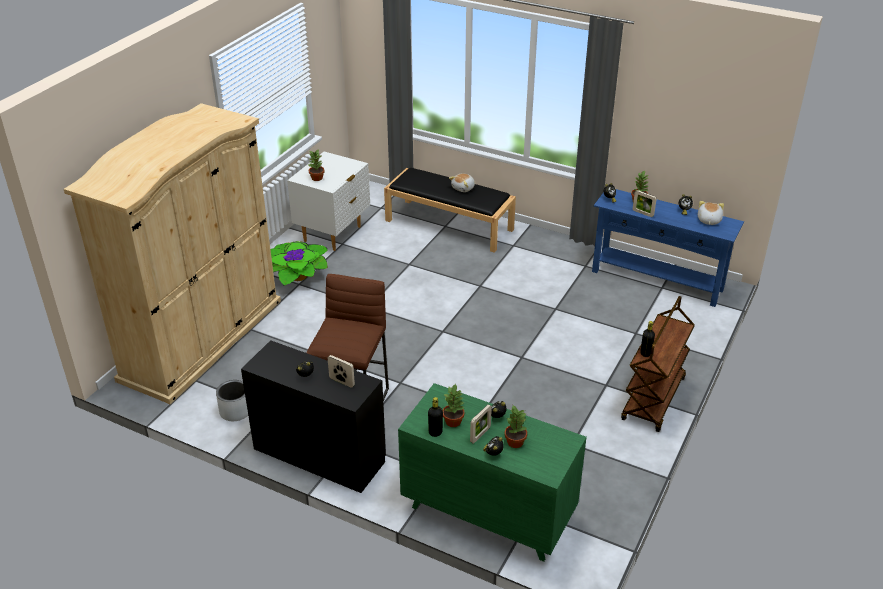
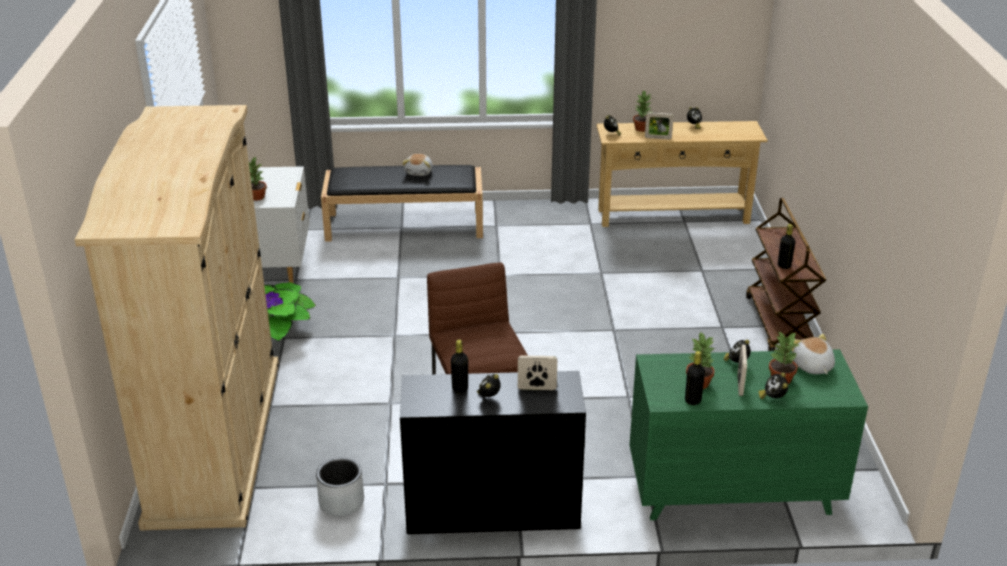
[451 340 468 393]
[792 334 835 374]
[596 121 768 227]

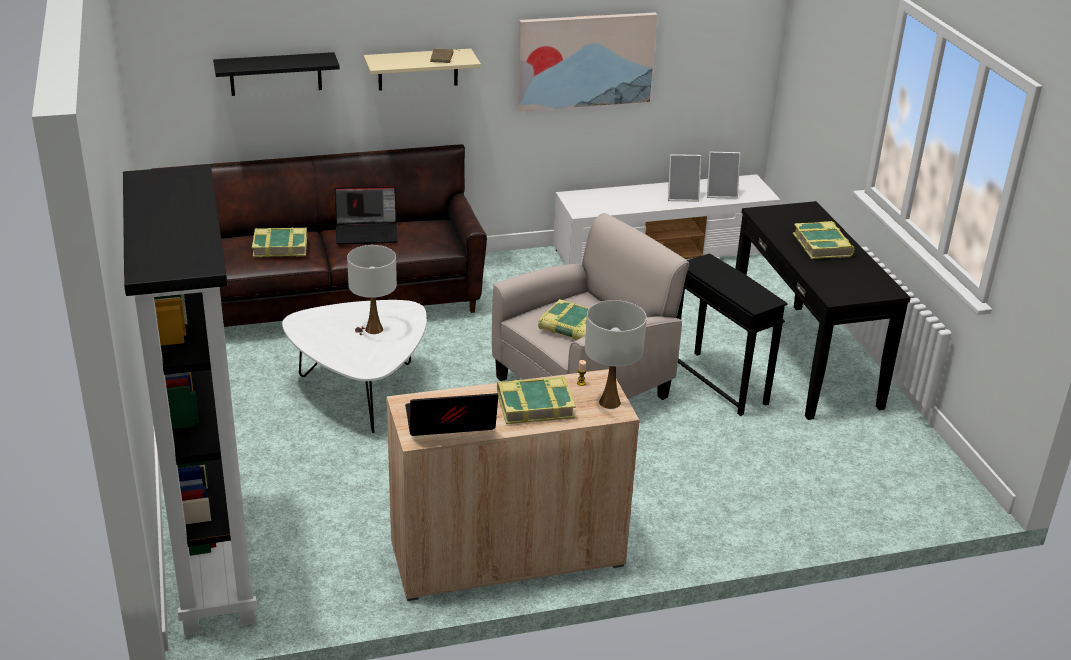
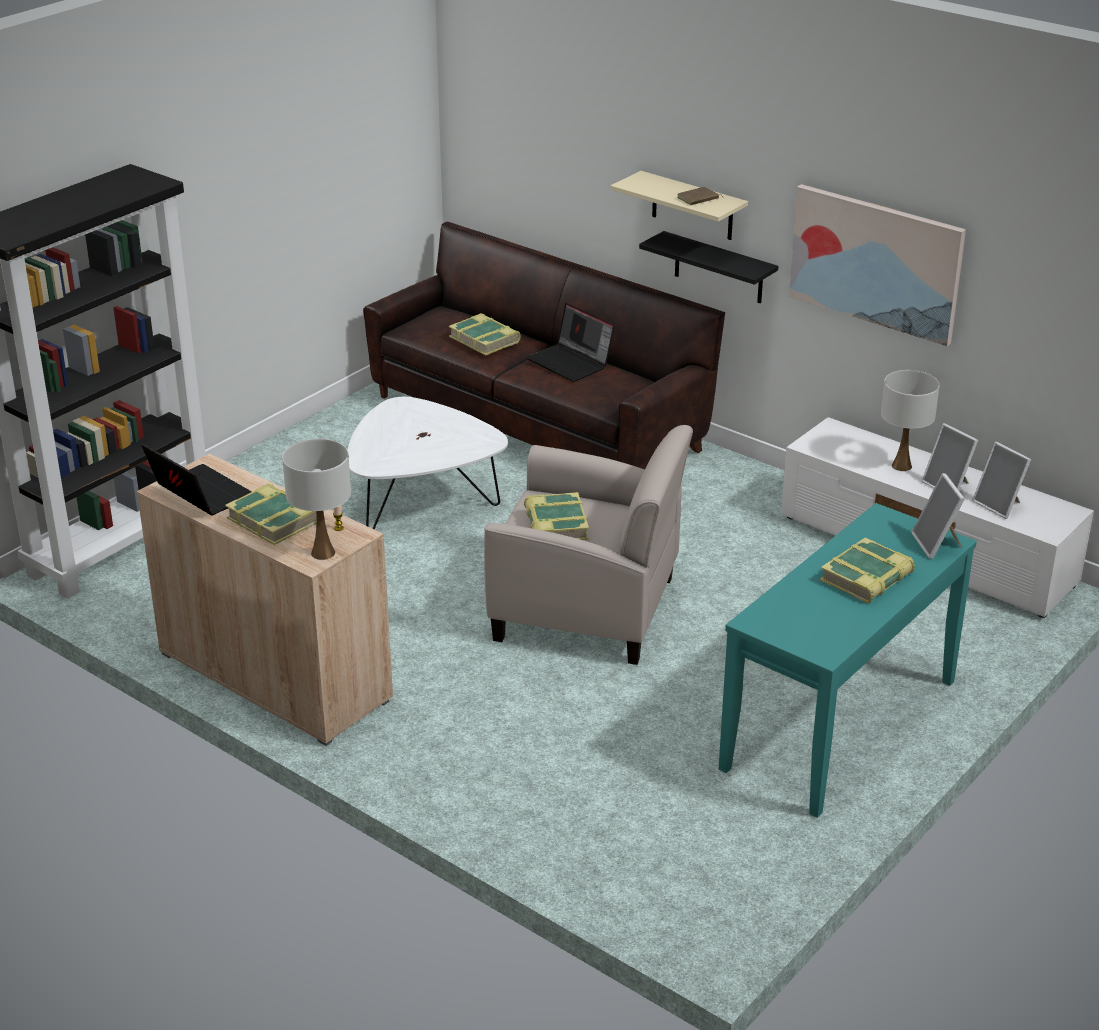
[676 253 788 416] (first image)
[911 473 965 559]
[639 231 778 303]
[881 370 940 471]
[718 503 977 818]

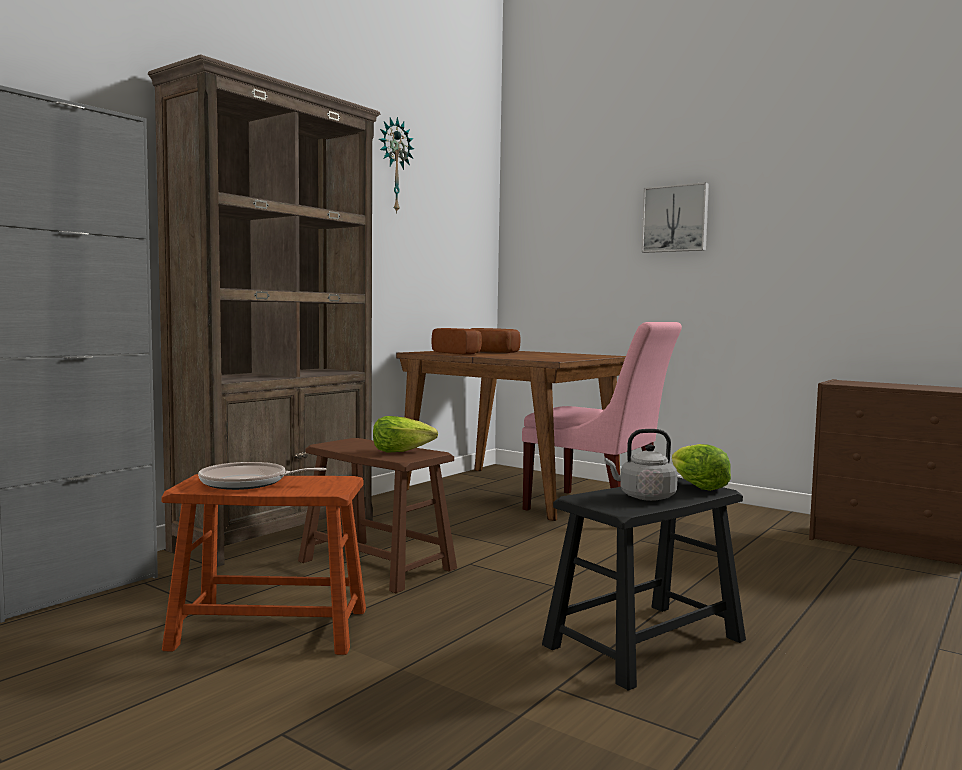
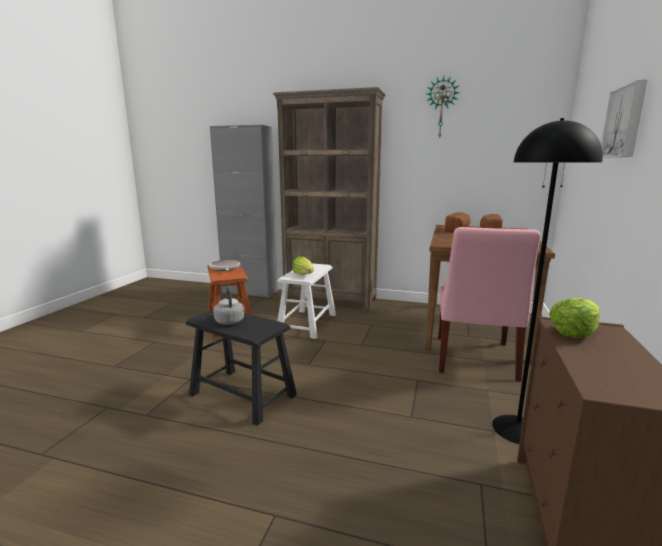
[492 118 603 444]
[549 298 600 338]
[278 263 336 339]

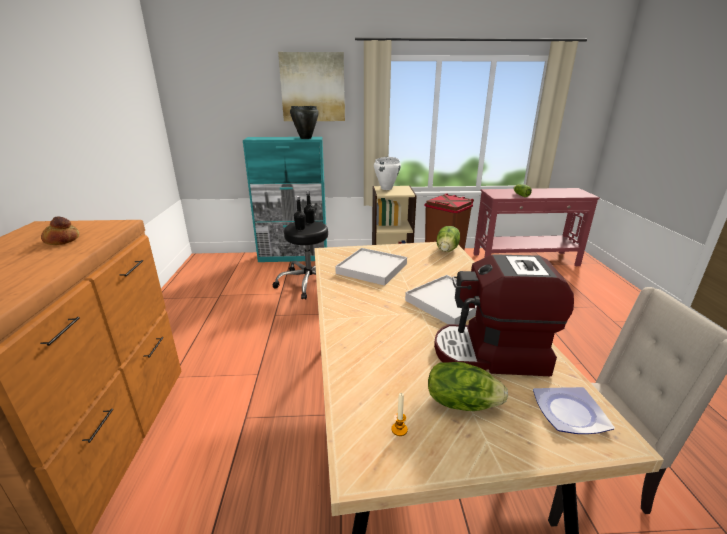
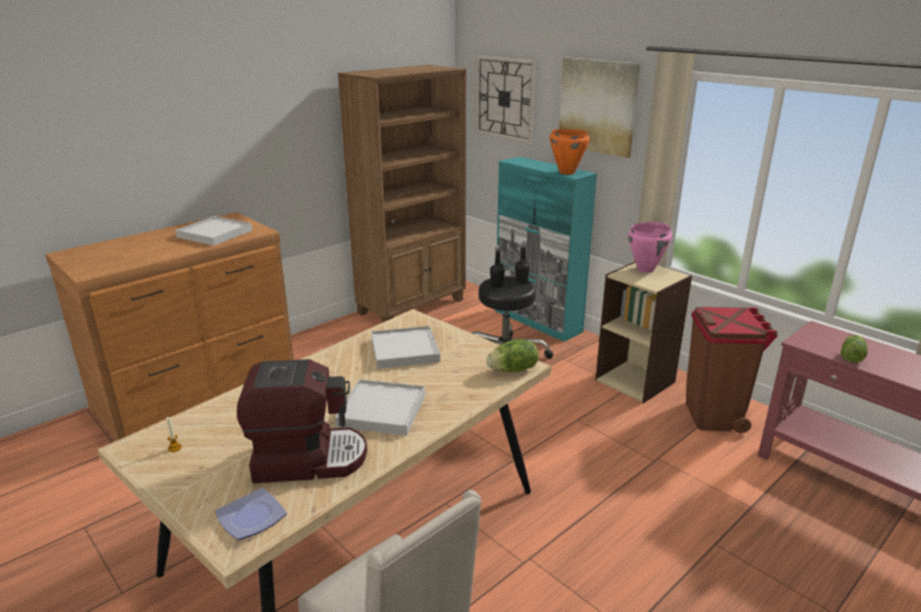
[428 362 508 411] (first image)
[338 65 466 323]
[476 56 536 143]
[175 216 252 246]
[550 129 590 175]
[628 222 672 273]
[237 359 367 483]

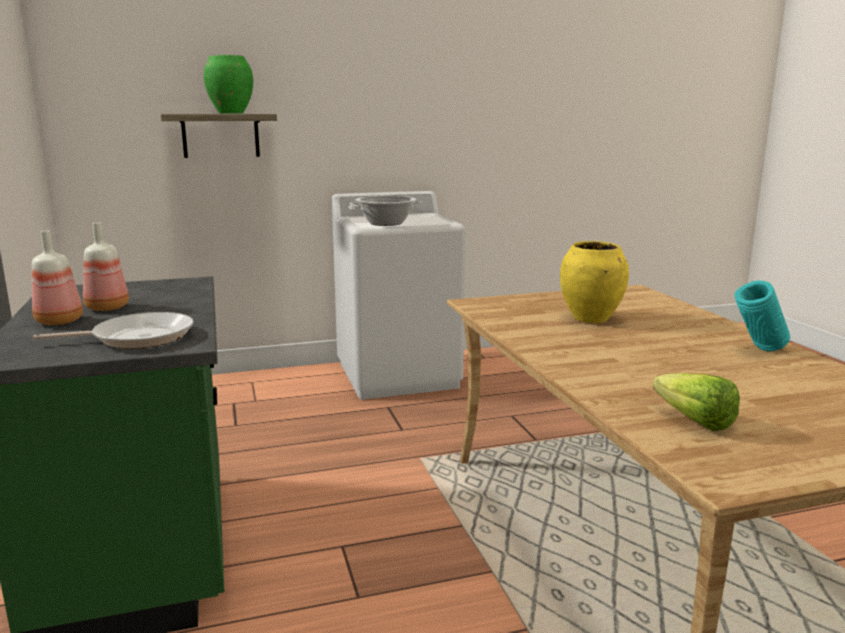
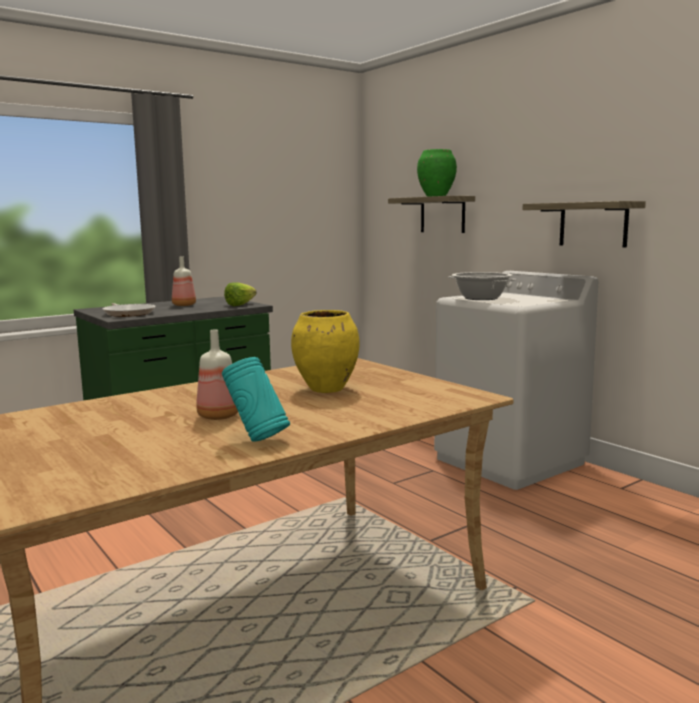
[522 201 646 248]
[196 330 238 420]
[224 282 256 307]

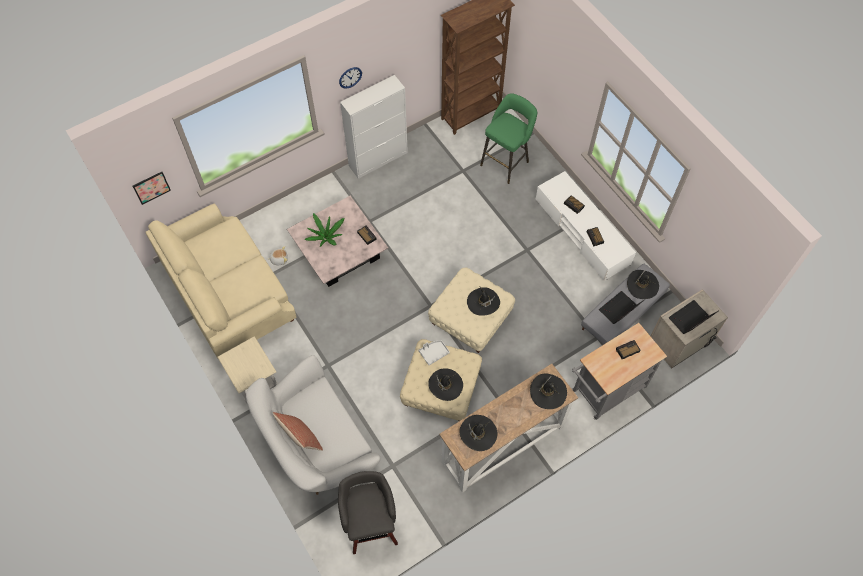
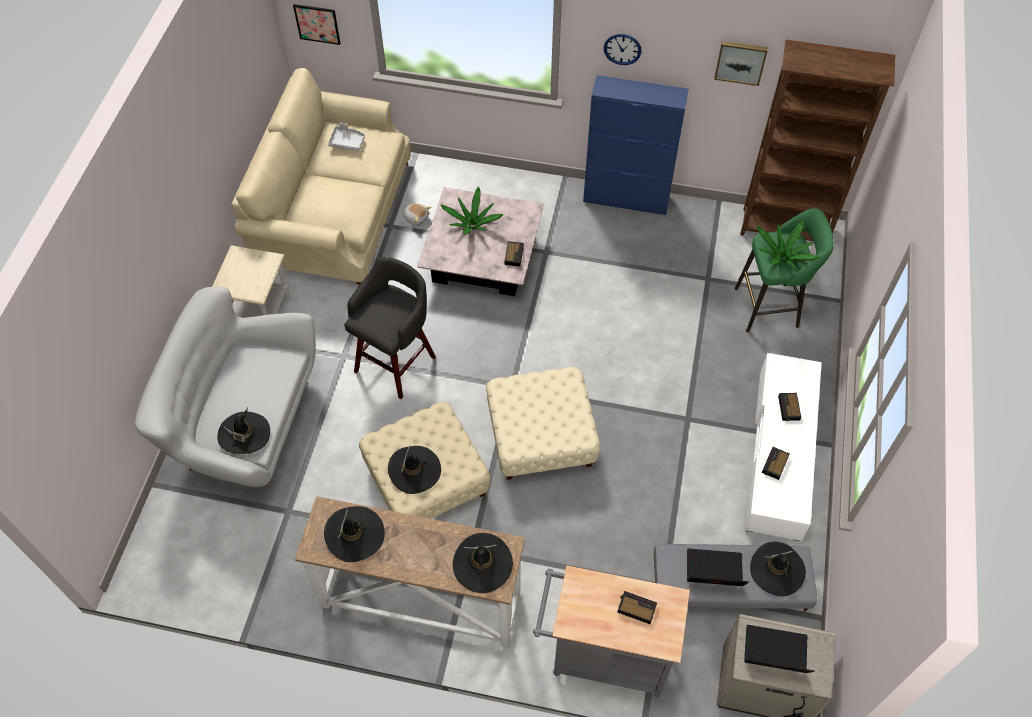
[273 412 323 451] (first image)
[714 41 768 86]
[757 220 820 268]
[344 257 436 399]
[328 123 365 151]
[217 408 270 454]
[583 75 689 215]

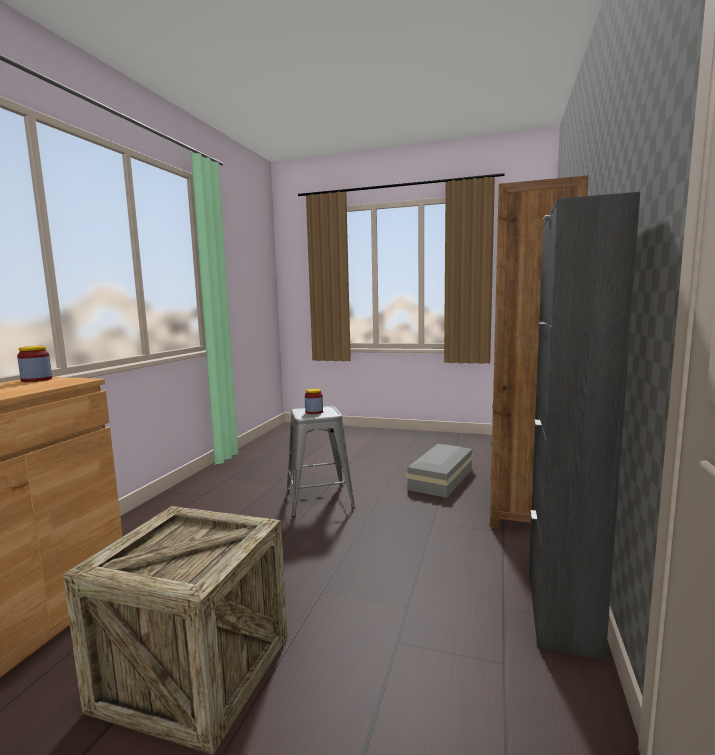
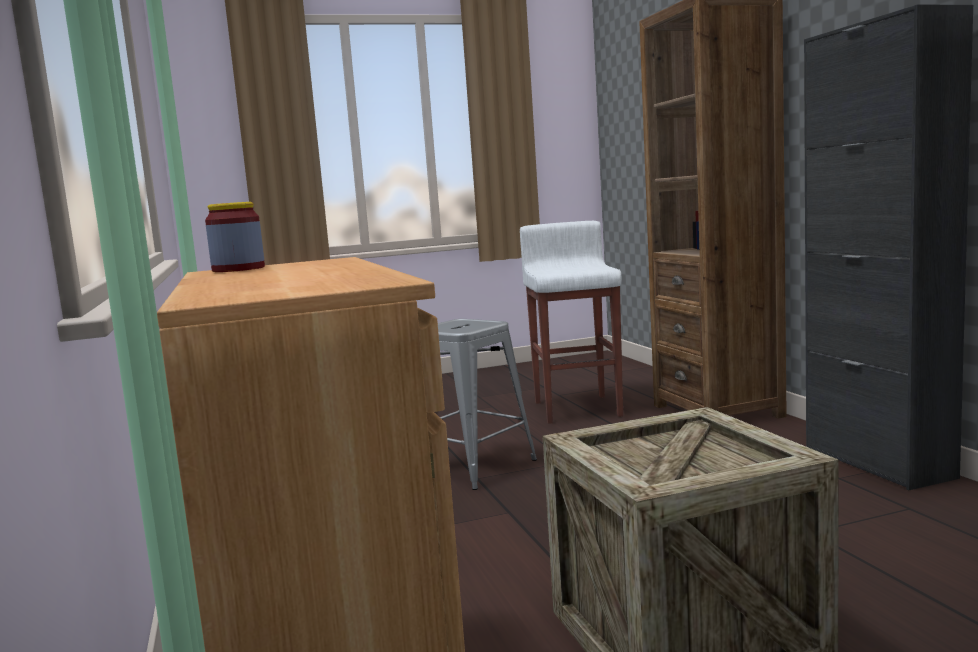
[305 388 323 414] (first image)
[520 221 623 424]

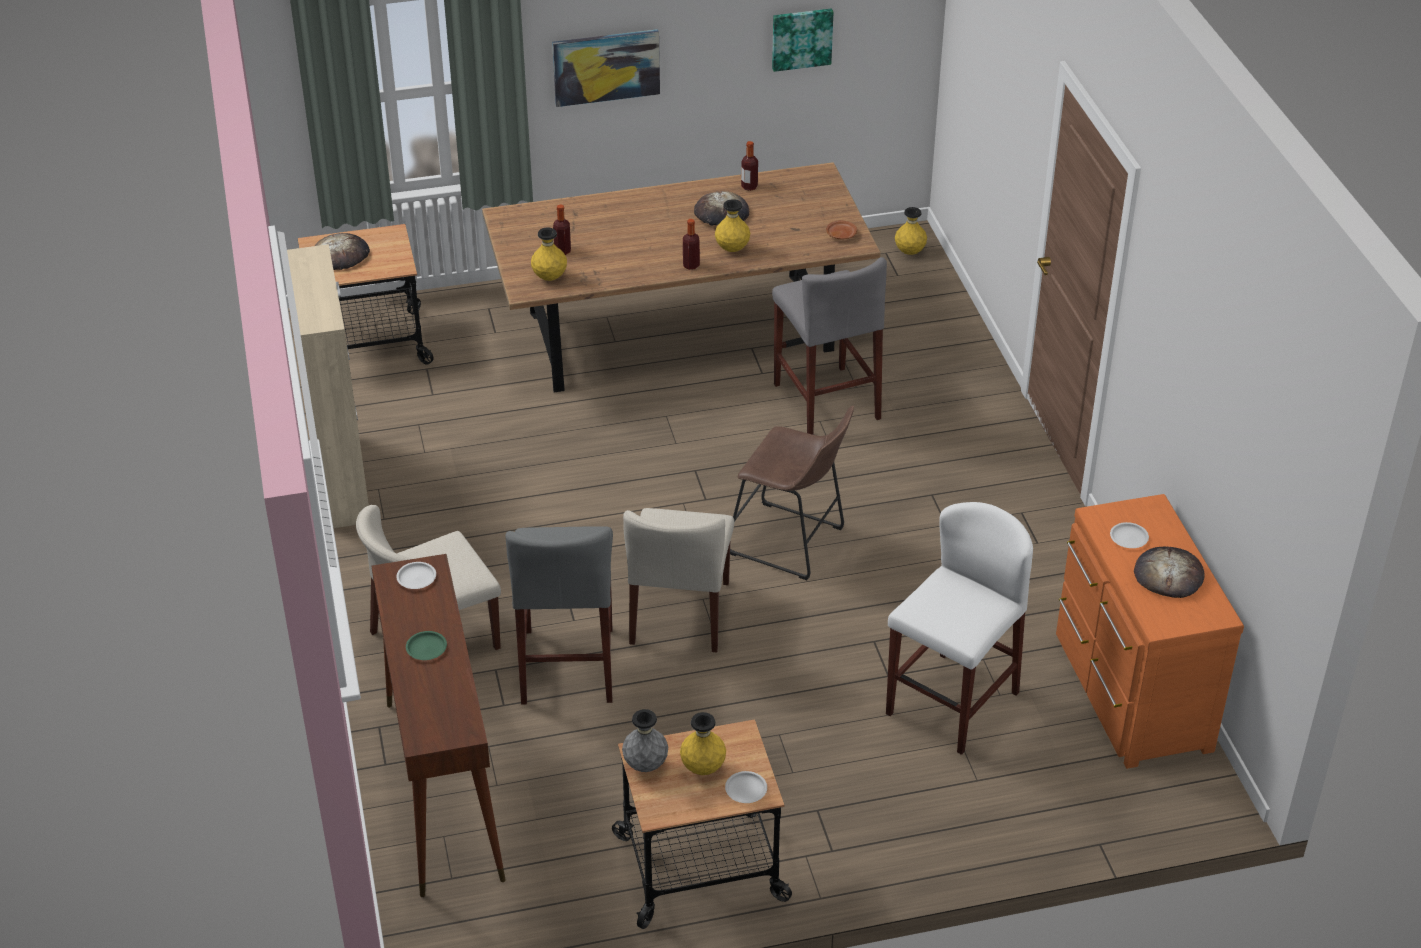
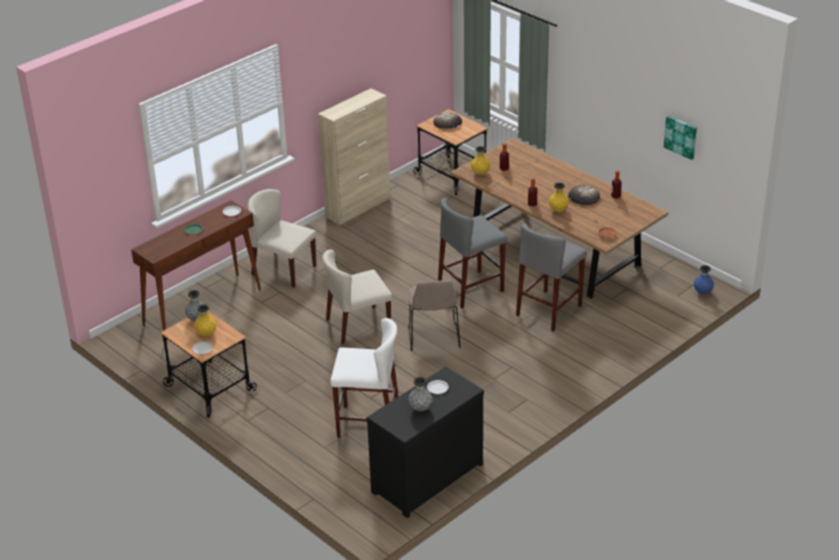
[552 29 660 107] (first image)
[438 198 507 308]
[408 280 460 351]
[408 377 432 411]
[694 265 714 294]
[366 367 484 518]

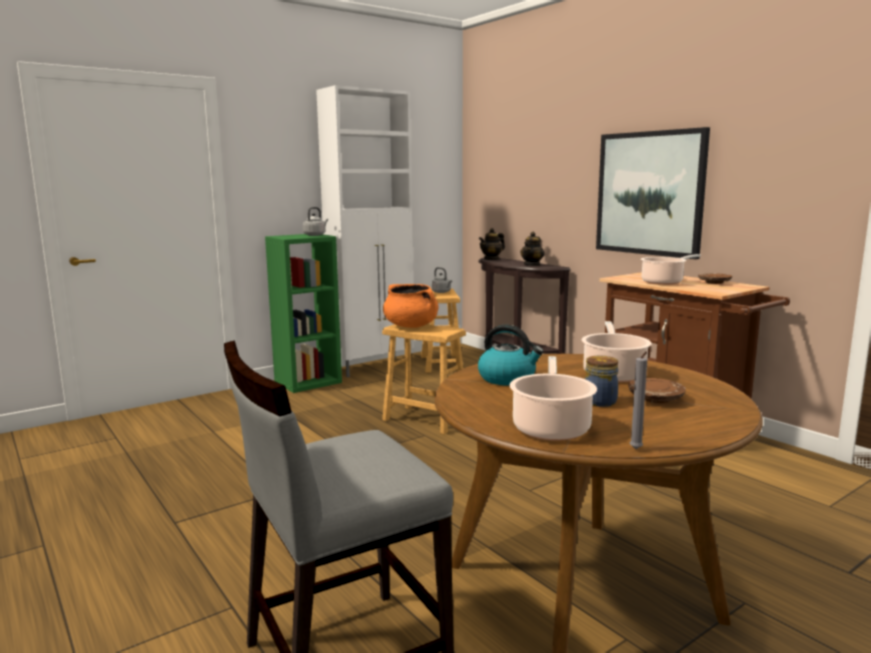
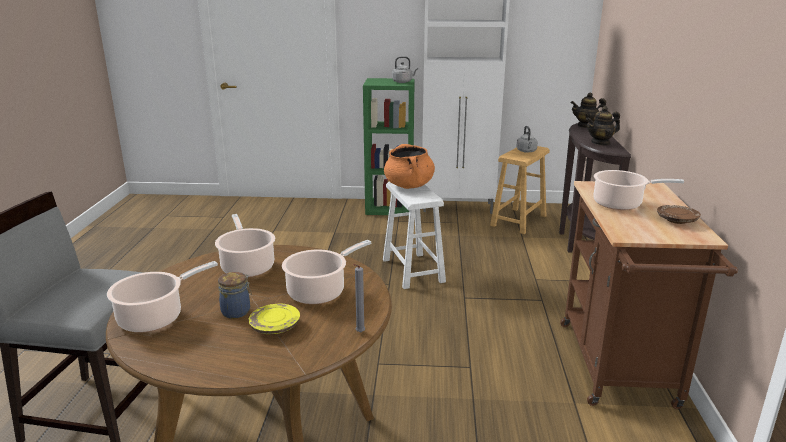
[596 127 710 259] (first image)
[353 264 365 333]
[215 214 275 277]
[383 181 446 289]
[249 304 300 334]

